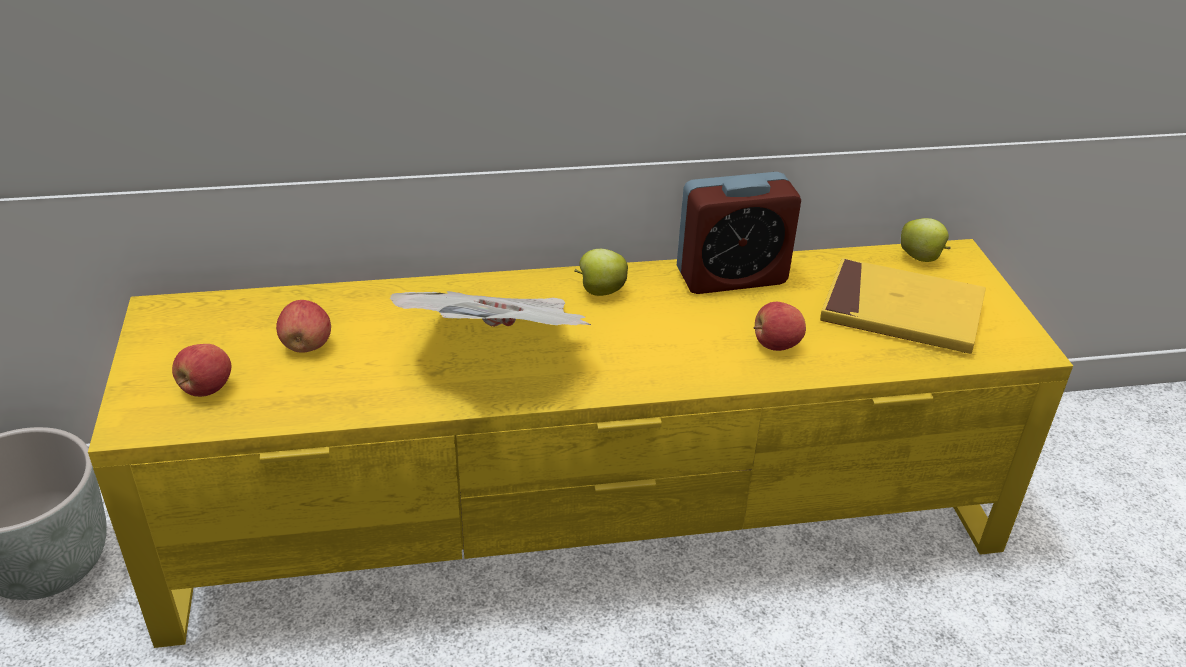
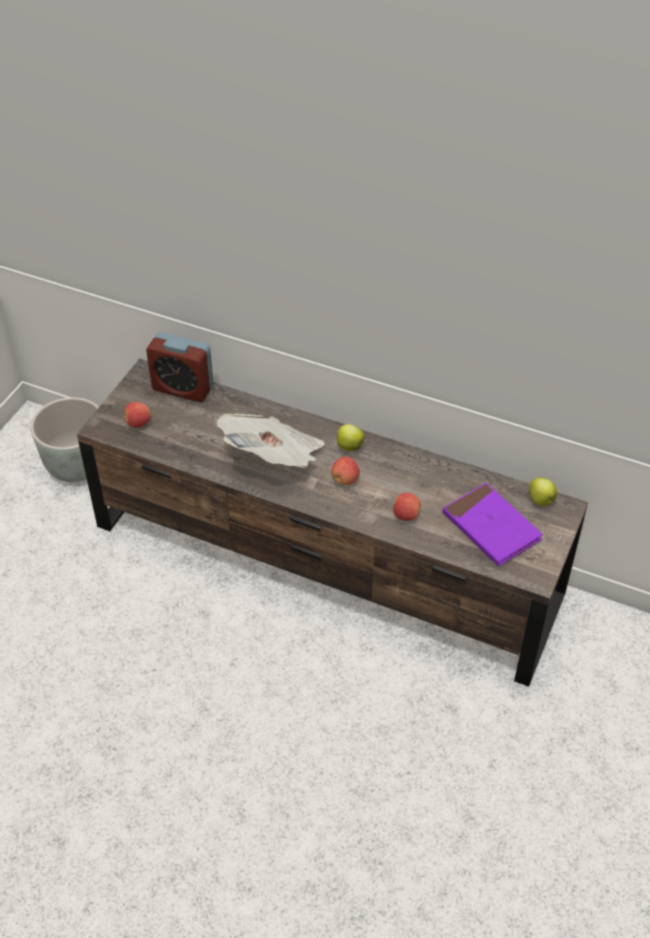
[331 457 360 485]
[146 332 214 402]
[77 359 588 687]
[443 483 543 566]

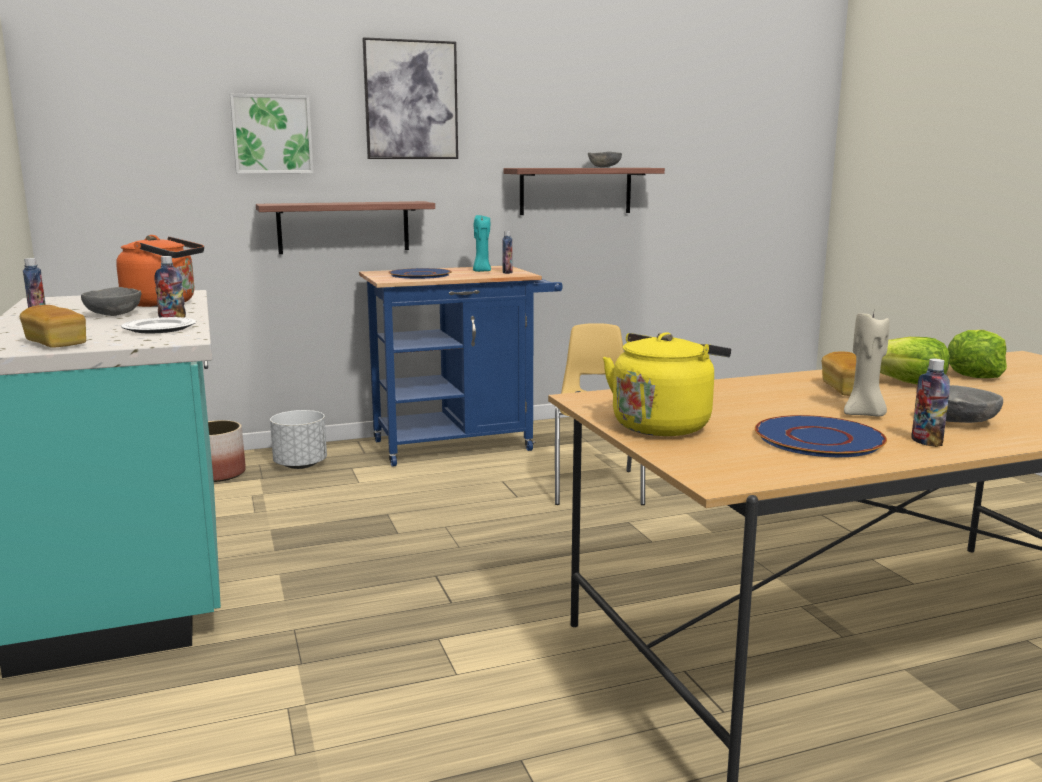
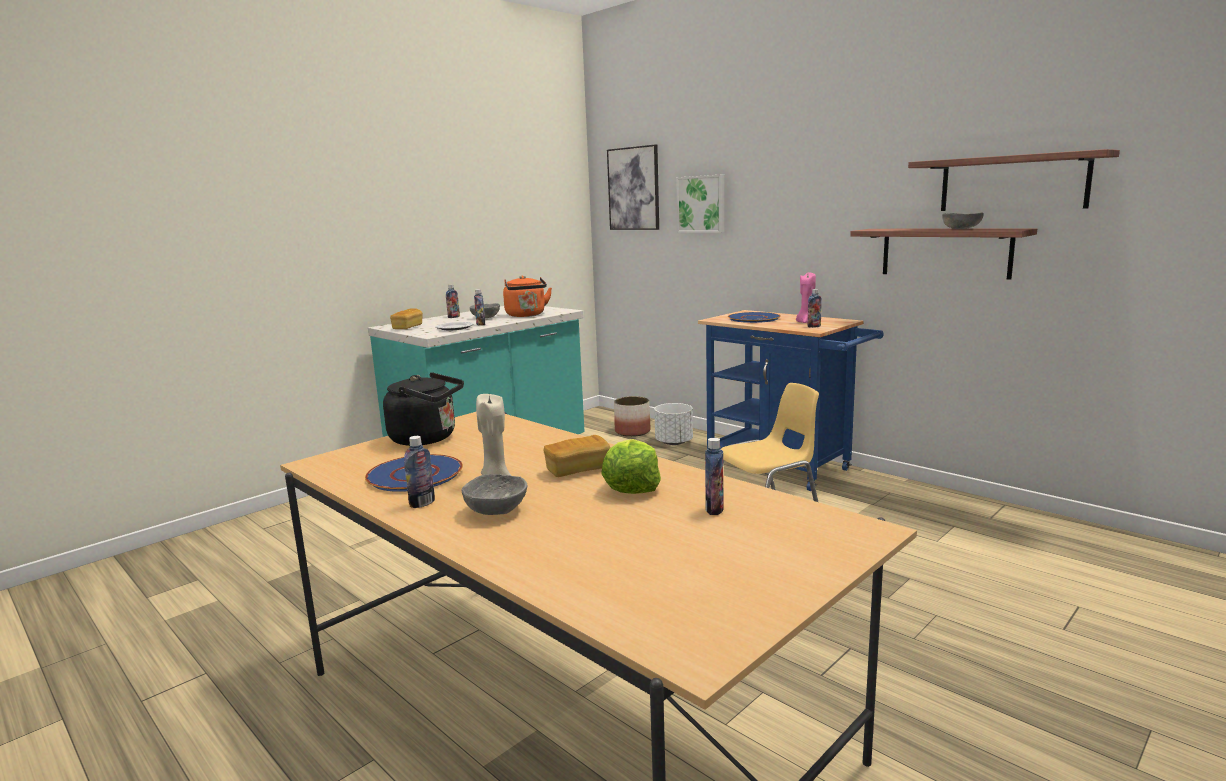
[908 149 1120 211]
[607 145 659 230]
[705 438 724 515]
[796 273 816 323]
[383 372 464 446]

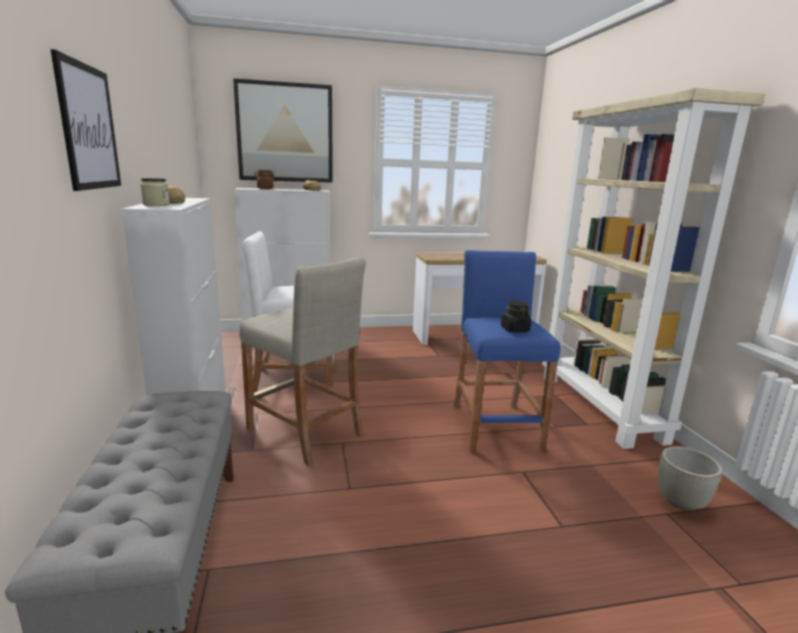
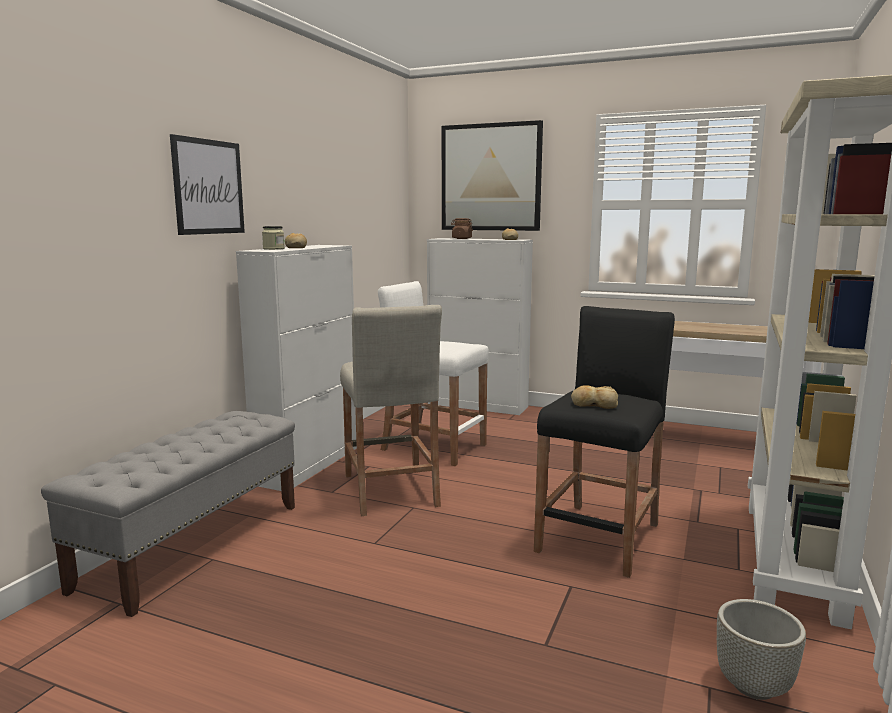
[571 385 618 409]
[534 306 675 578]

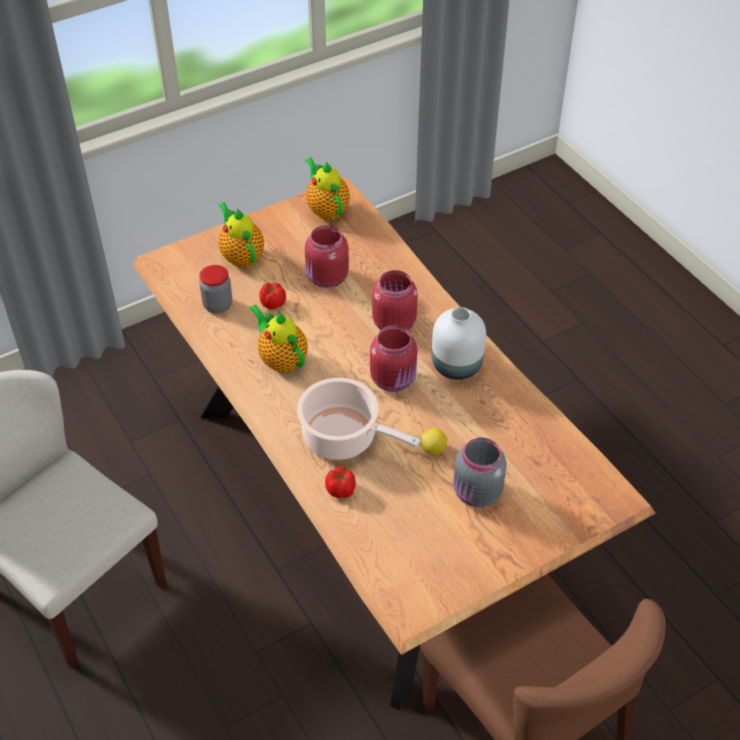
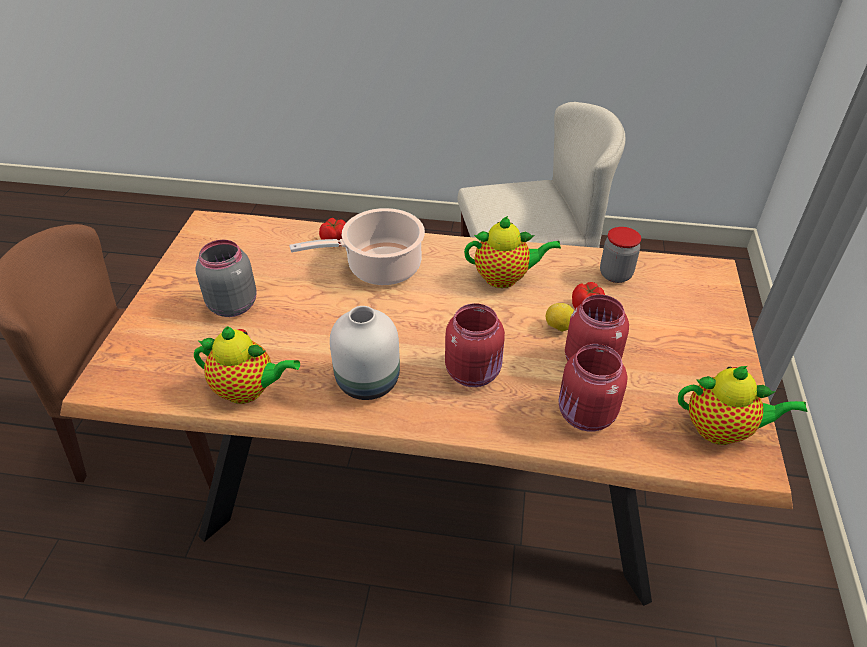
[194 326 300 404]
[558 344 628 432]
[546 303 574 332]

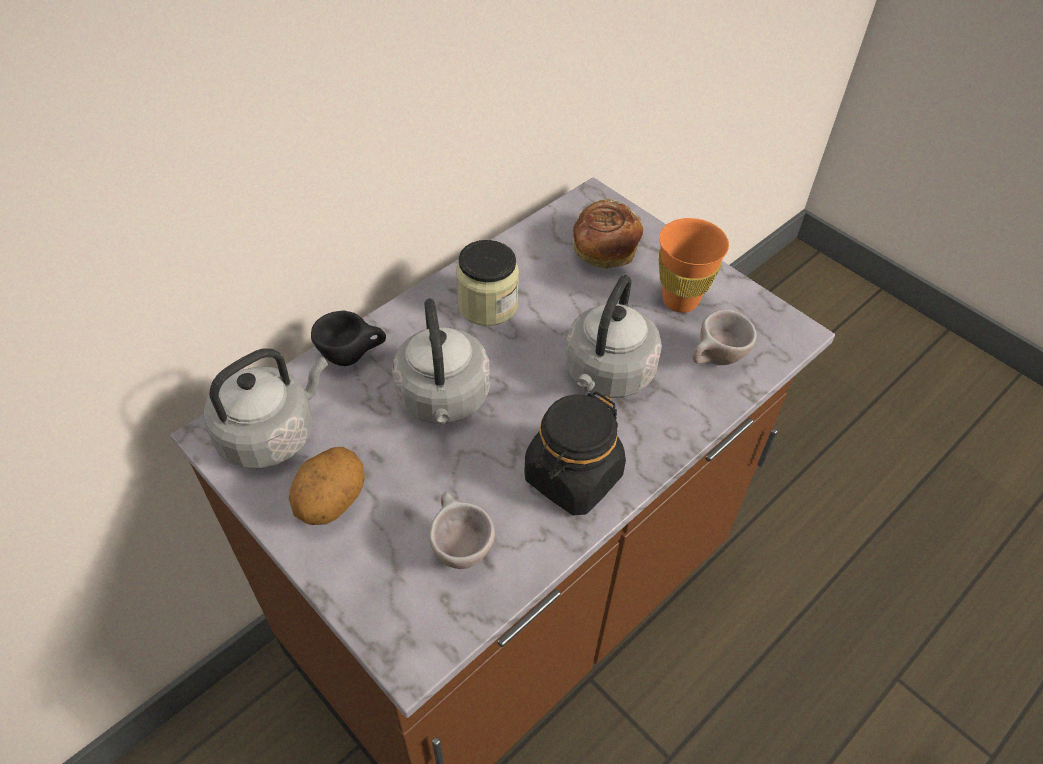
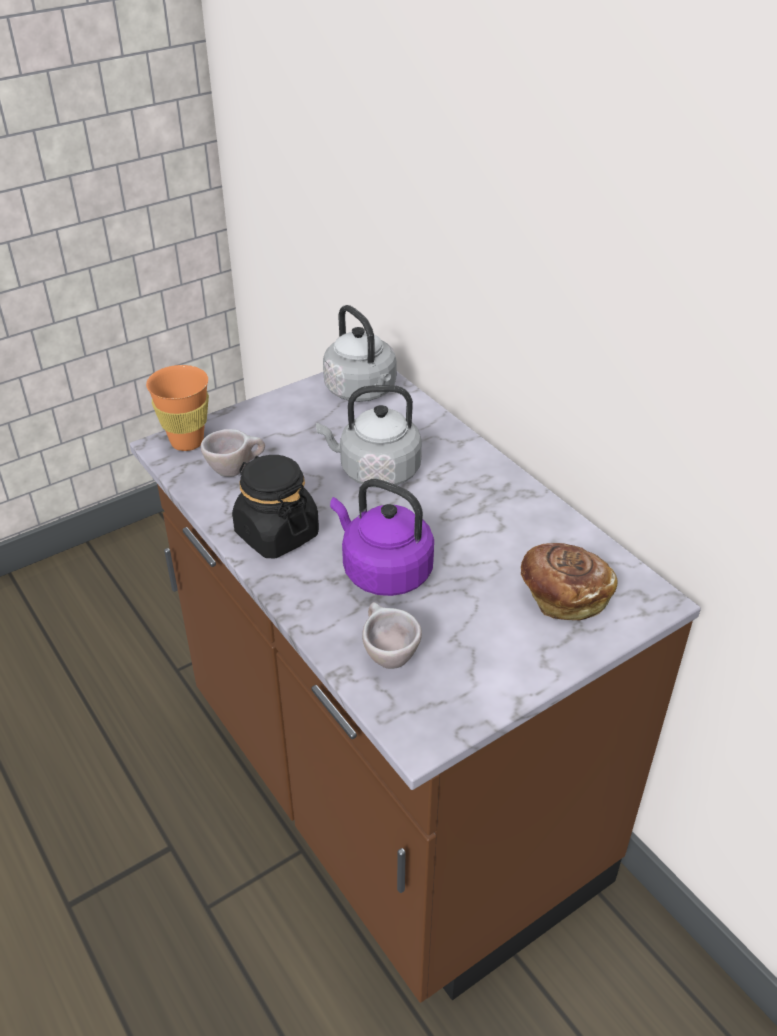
[289 447 365 525] (first image)
[311 311 386 366] (first image)
[456 240 519 326] (first image)
[146 365 209 451]
[330 479 434 596]

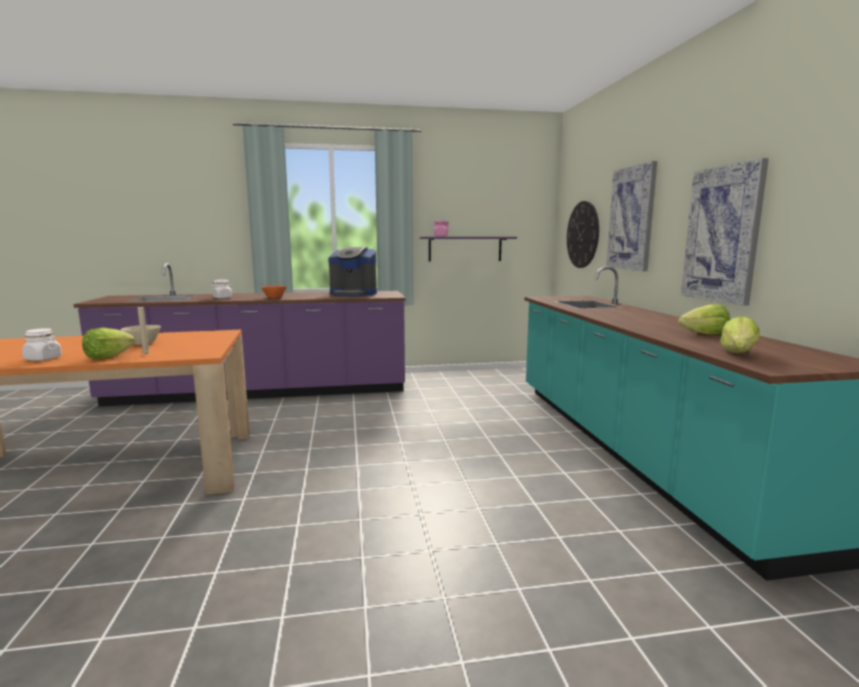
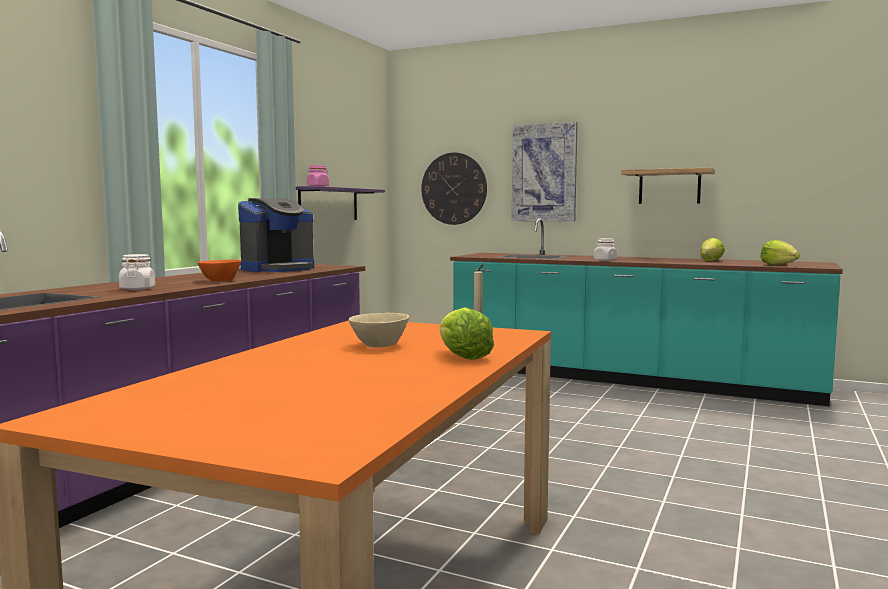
[594 238 617 261]
[621 168 715 204]

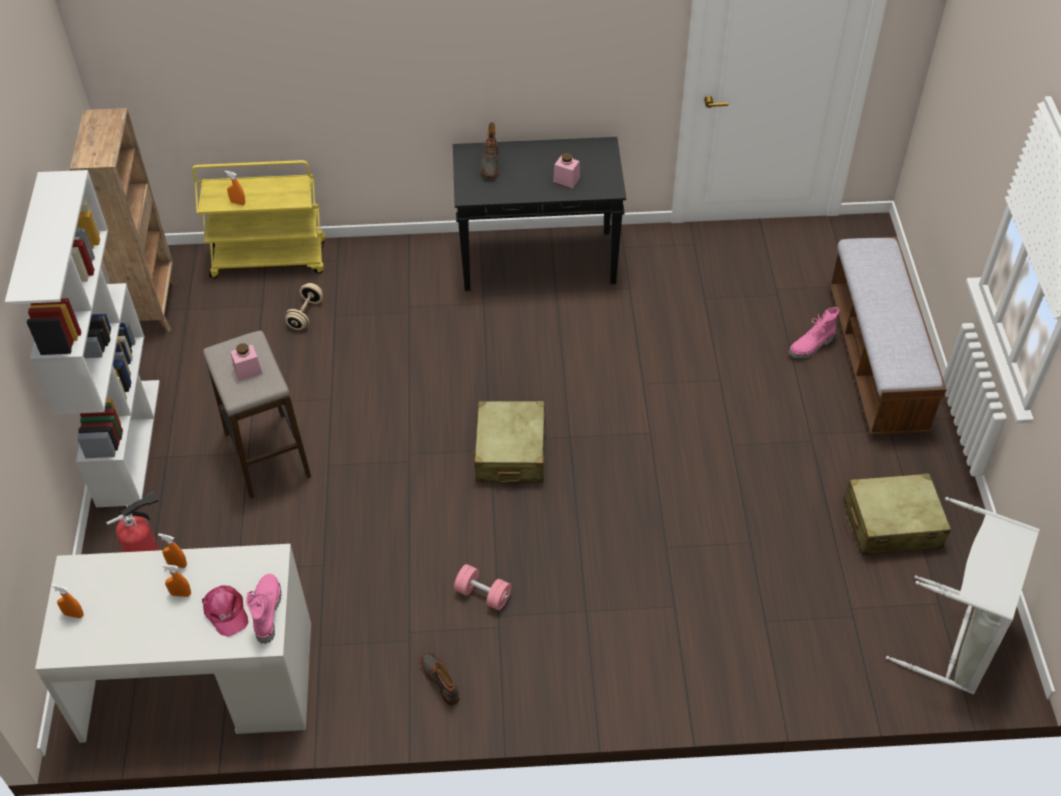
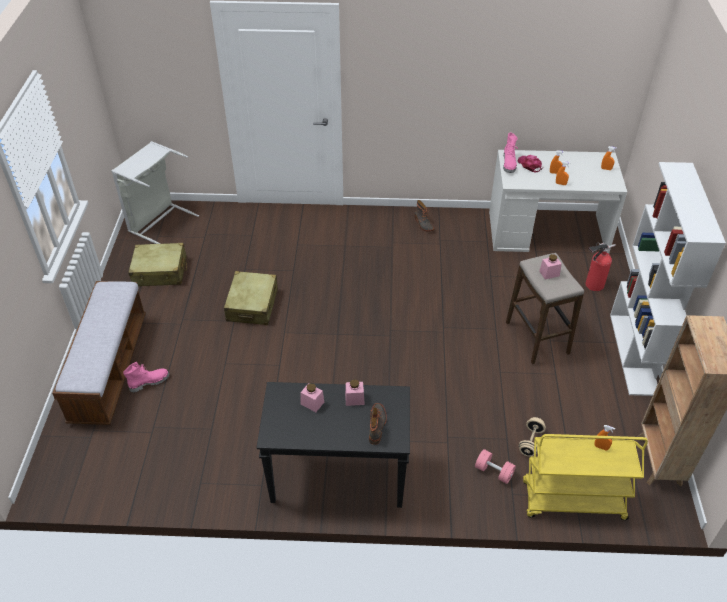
[345 379 365 406]
[475 449 516 484]
[224 271 278 325]

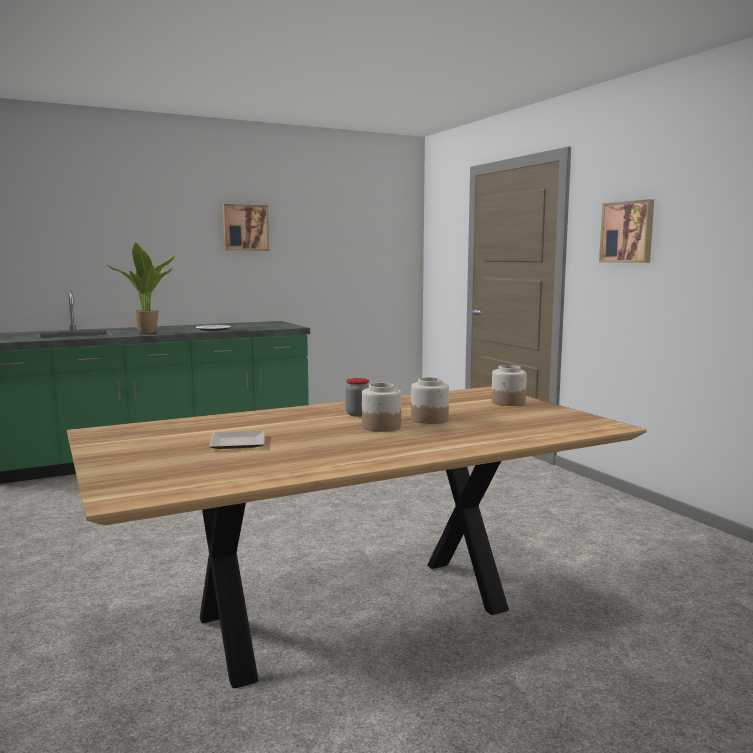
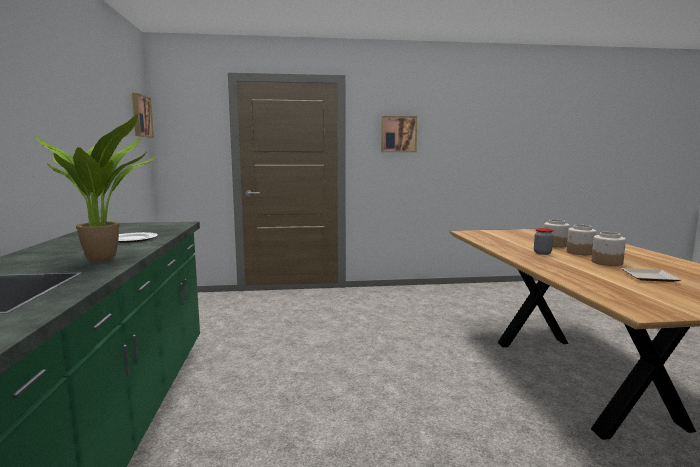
[132 93 154 138]
[592 232 626 266]

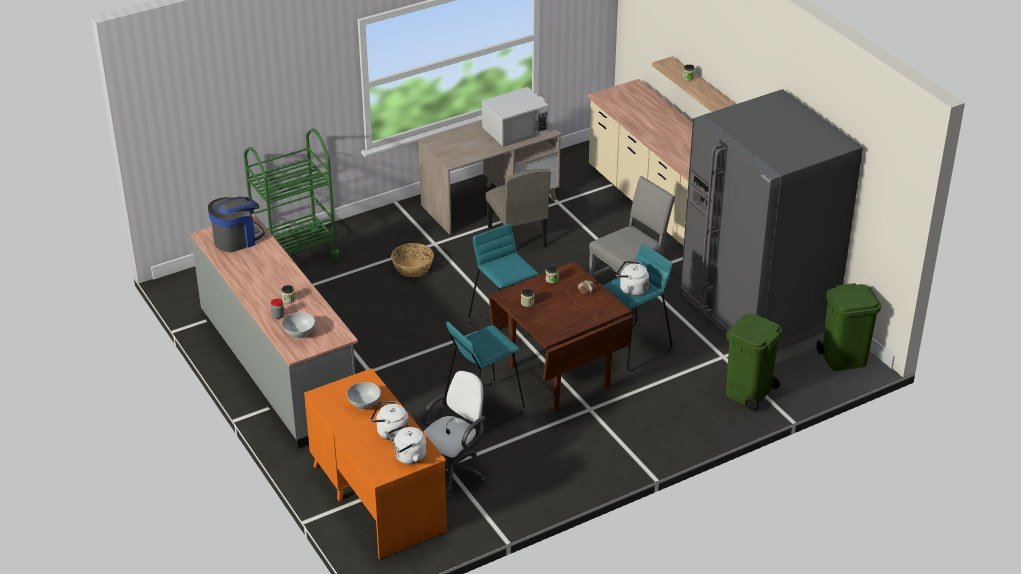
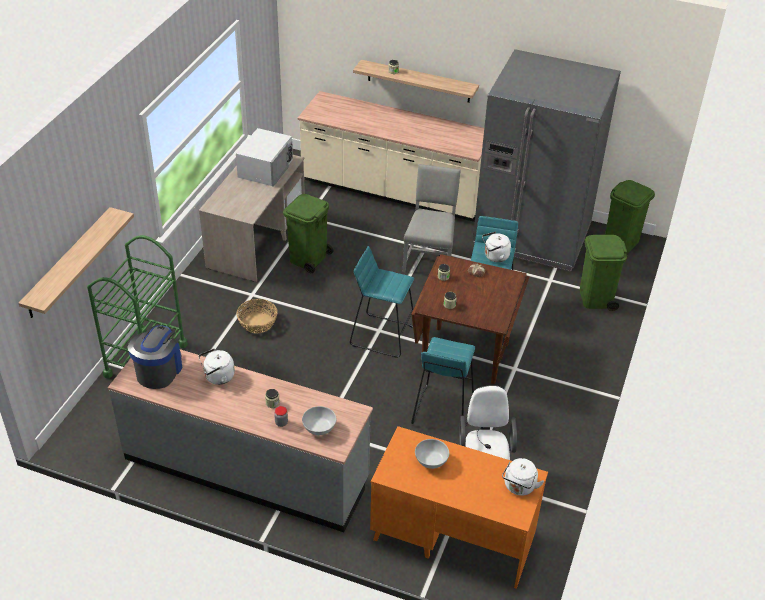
[19 207 134 318]
[198 349 235 385]
[283 194 334 273]

